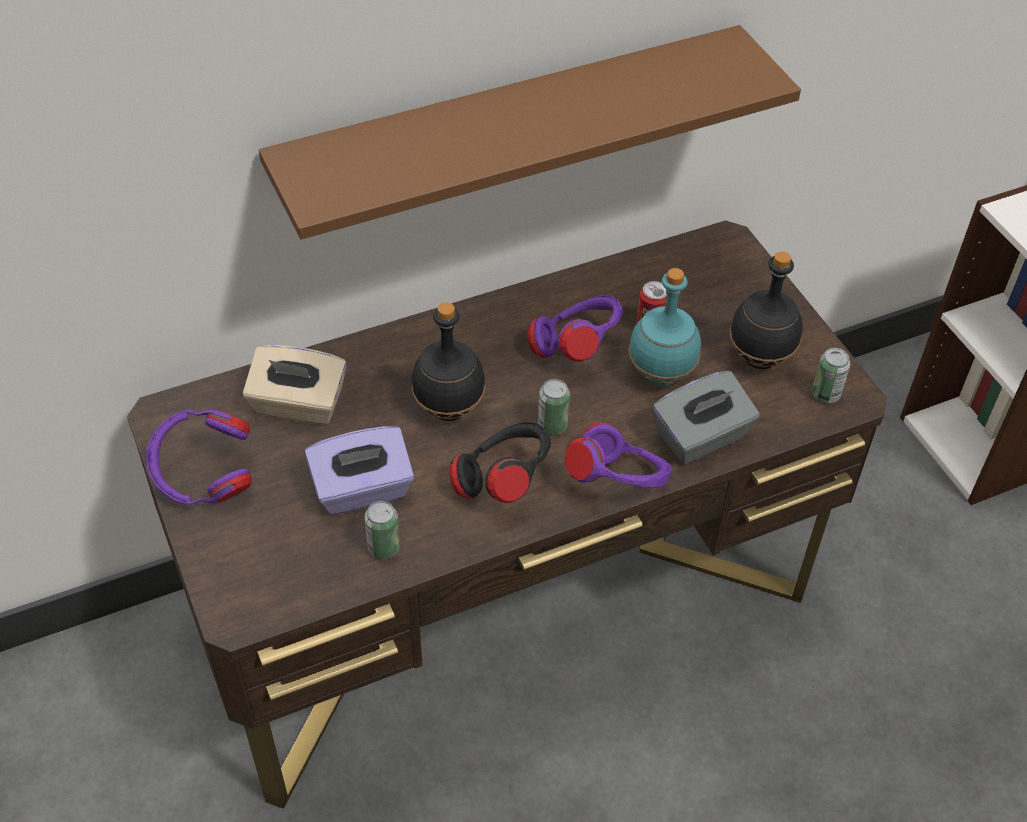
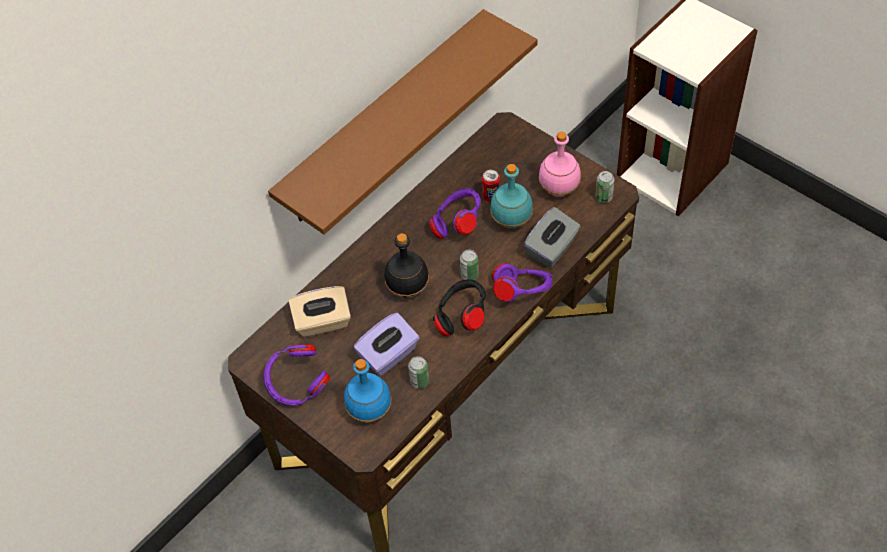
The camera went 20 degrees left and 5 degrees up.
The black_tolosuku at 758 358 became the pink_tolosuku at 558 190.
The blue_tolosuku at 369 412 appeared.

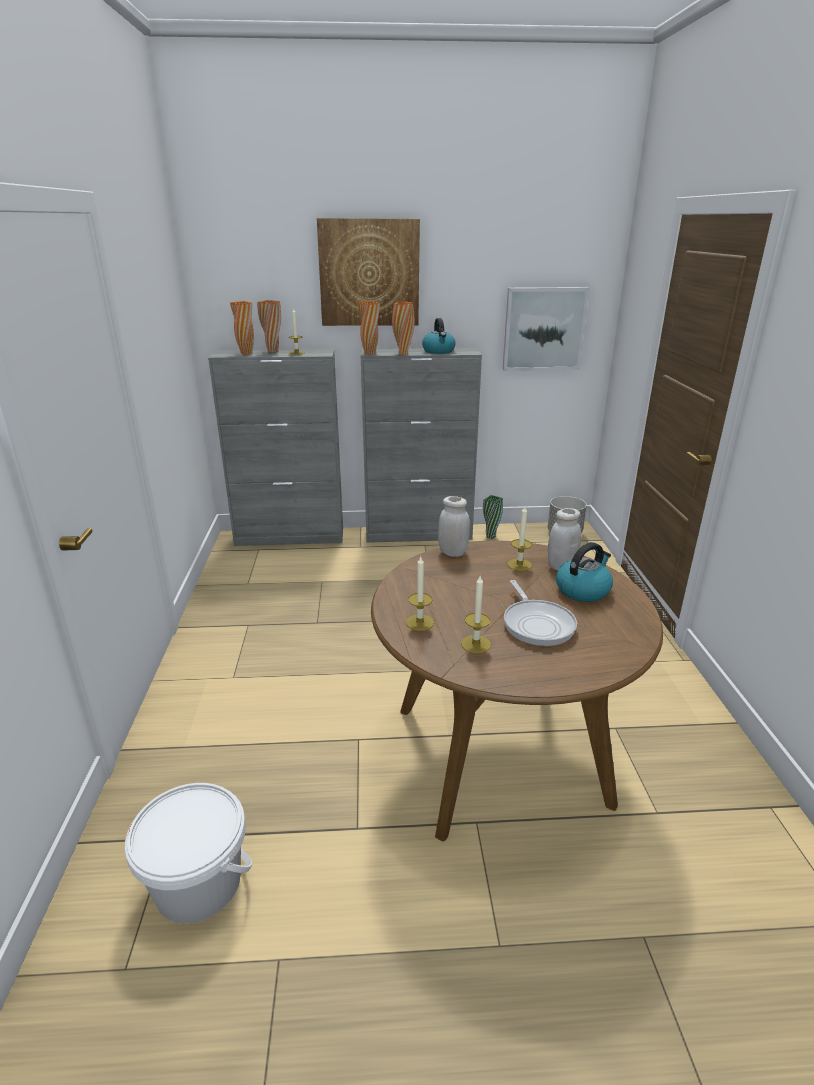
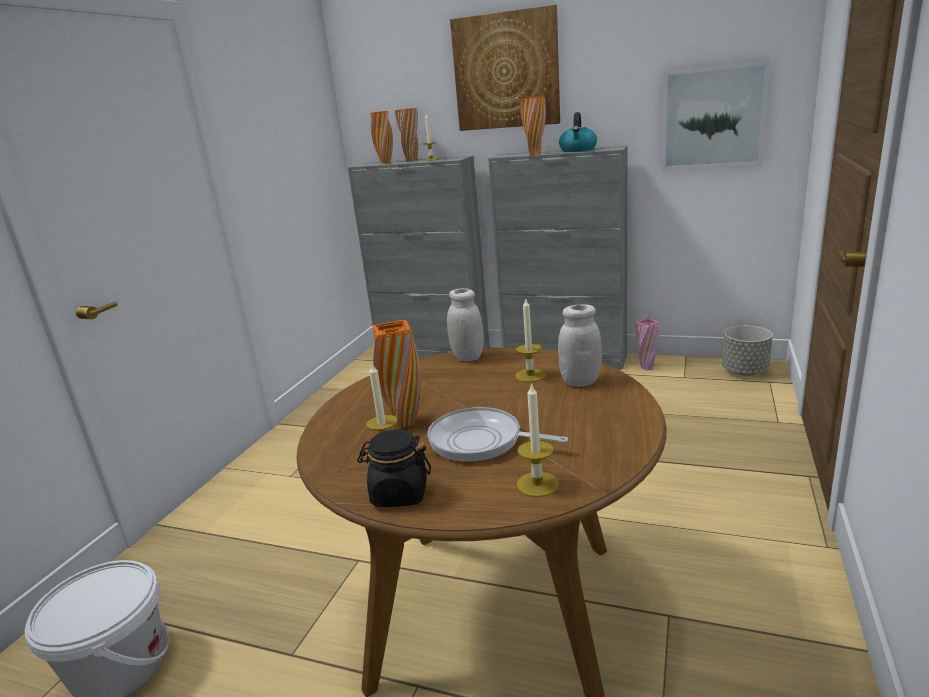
The camera went 25 degrees right and 5 degrees down.
The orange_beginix moved from 369 353 to 405 422.
The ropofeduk moved from 419 622 to 537 484.
The green_beginix at 490 537 became the pink_beginix at 646 368.
The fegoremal at 537 624 turned 105 degrees clockwise.
The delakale at 583 590 disappeared.
The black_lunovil at 399 494 appeared.

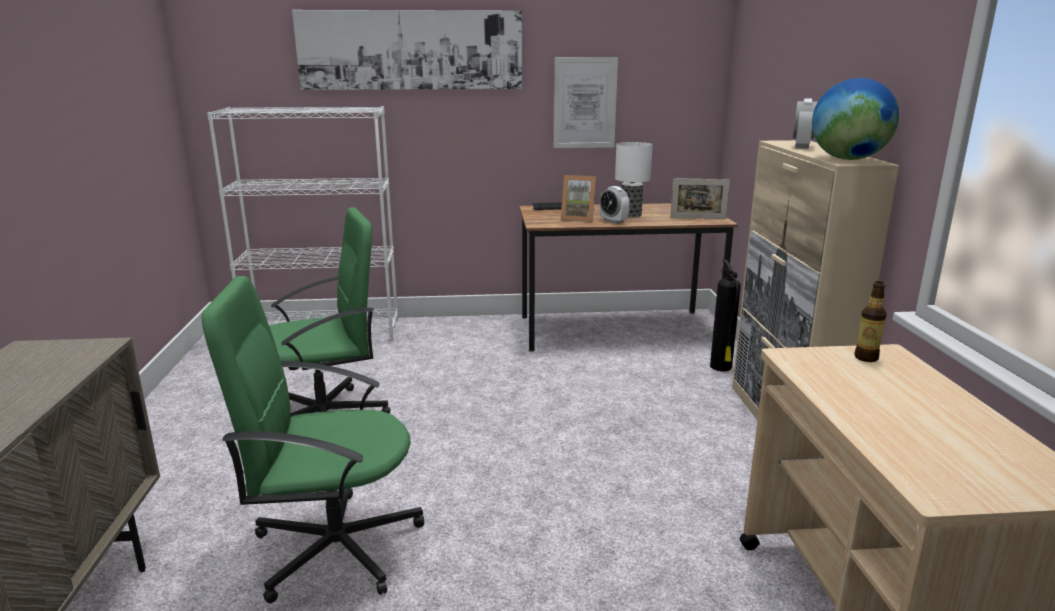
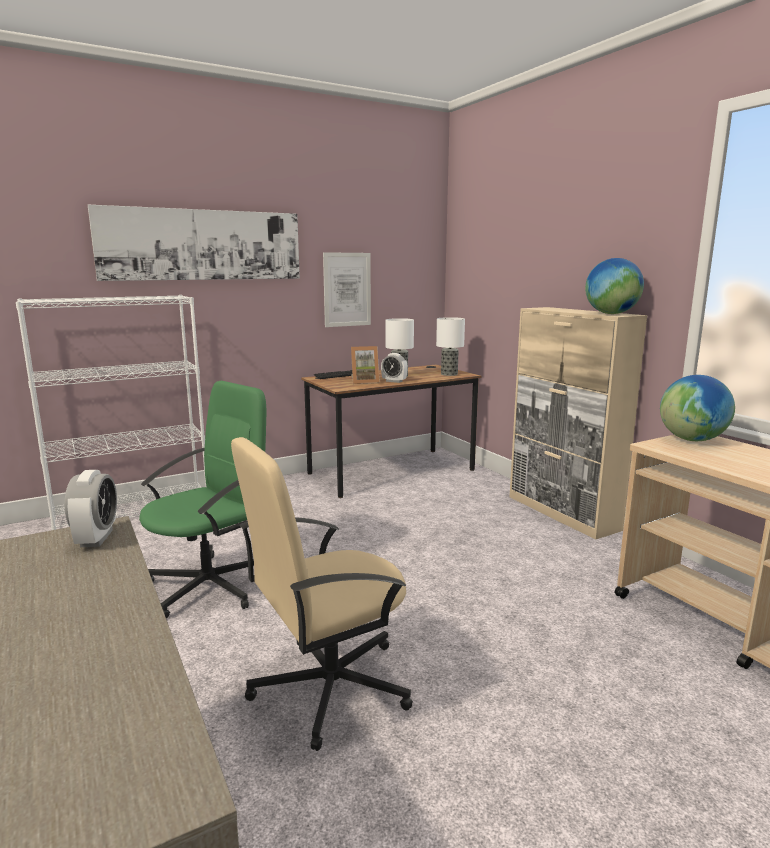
The camera went 25 degrees left and 5 degrees down.
The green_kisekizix at 334 547 became the beige_kisekizix at 328 686.
The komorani at 698 218 was replaced by the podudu at 449 374.
The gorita at 721 367 disappeared.
The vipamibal moved from 801 146 to 96 538.
The tolosuku at 866 358 was replaced by the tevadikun at 692 440.

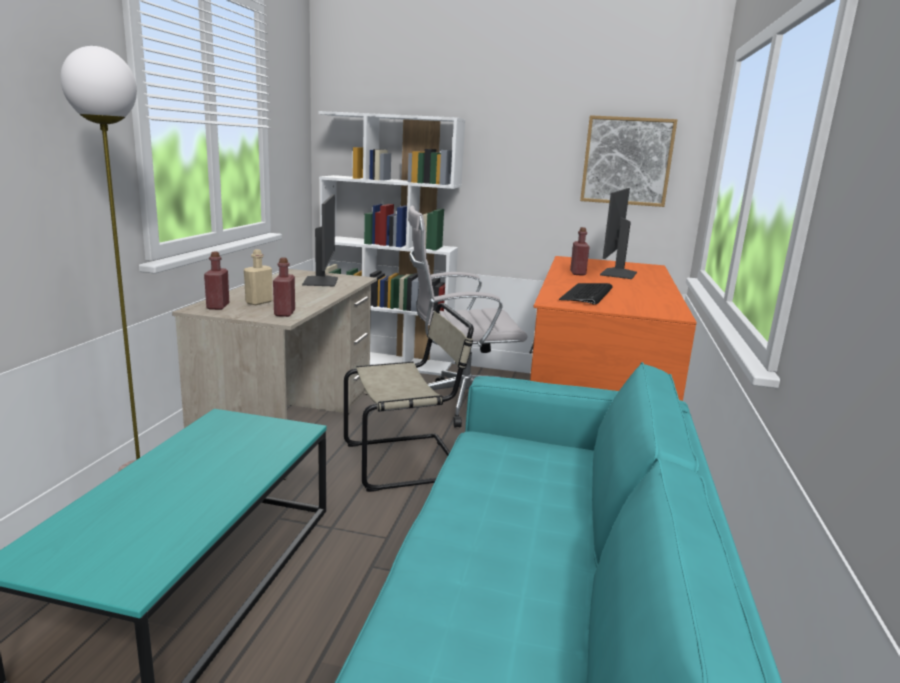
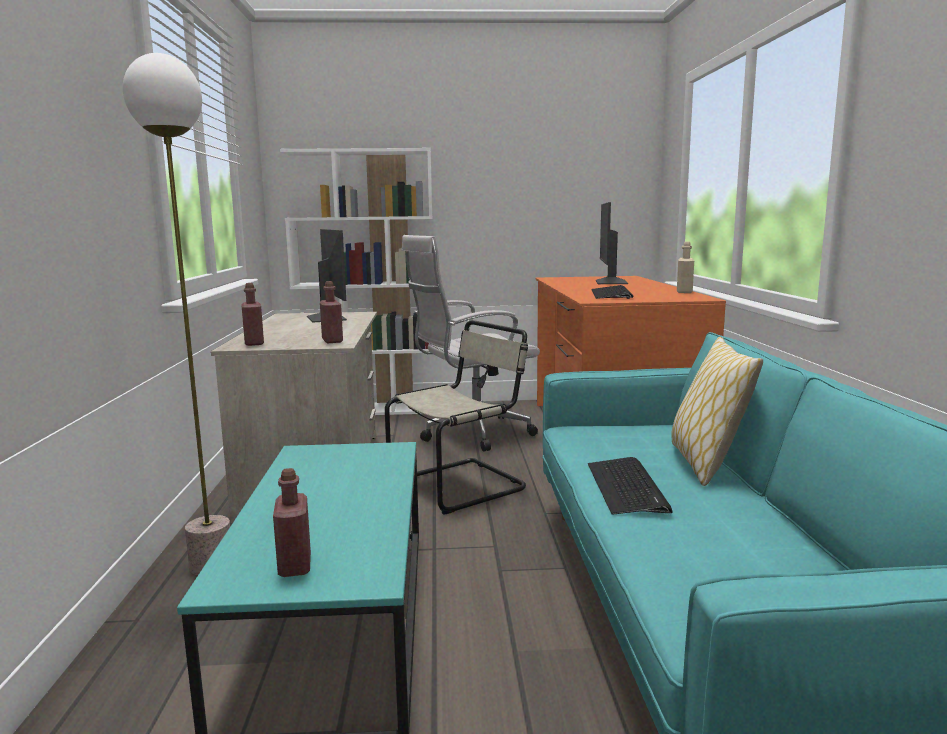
The camera went 15 degrees left and 5 degrees down.
The beige_tolosuku moved from 259 302 to 684 292.
The red_tolosuku moved from 577 273 to 295 566.
The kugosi at 627 161 disappeared.
The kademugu at 627 487 appeared.
The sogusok at 706 464 appeared.

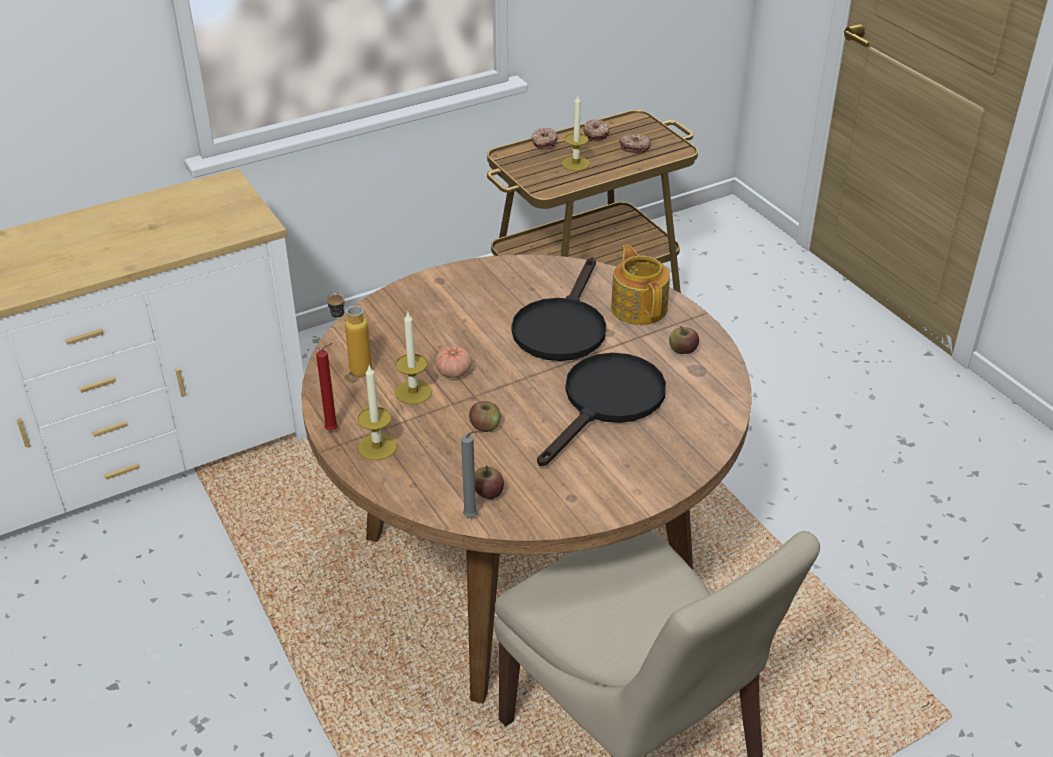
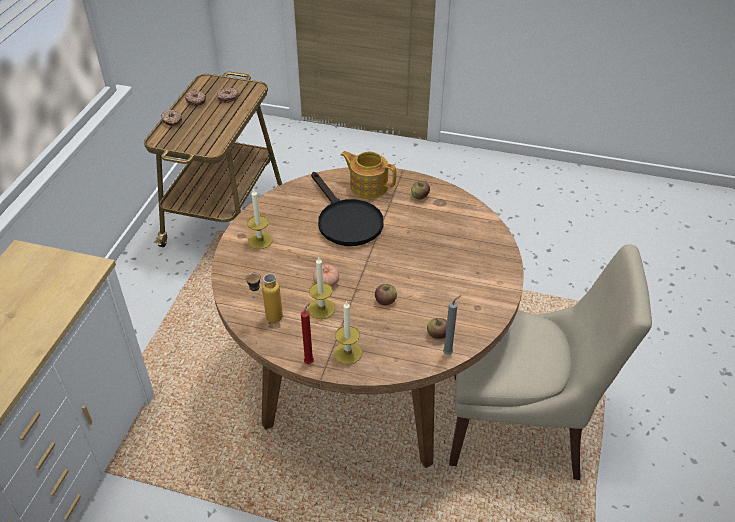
The camera went 45 degrees left and 5 degrees up.
The black_fegoremal at 607 403 disappeared.
The ropofeduk moved from 575 163 to 260 240.

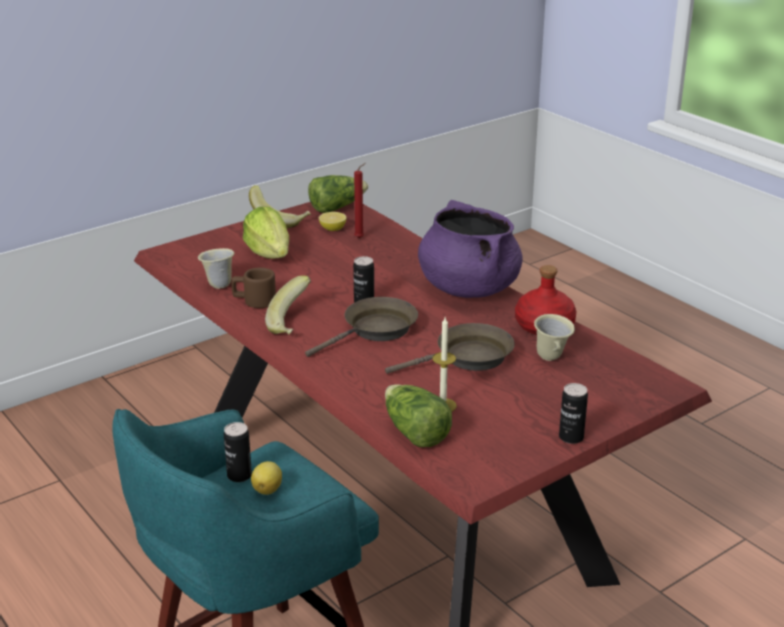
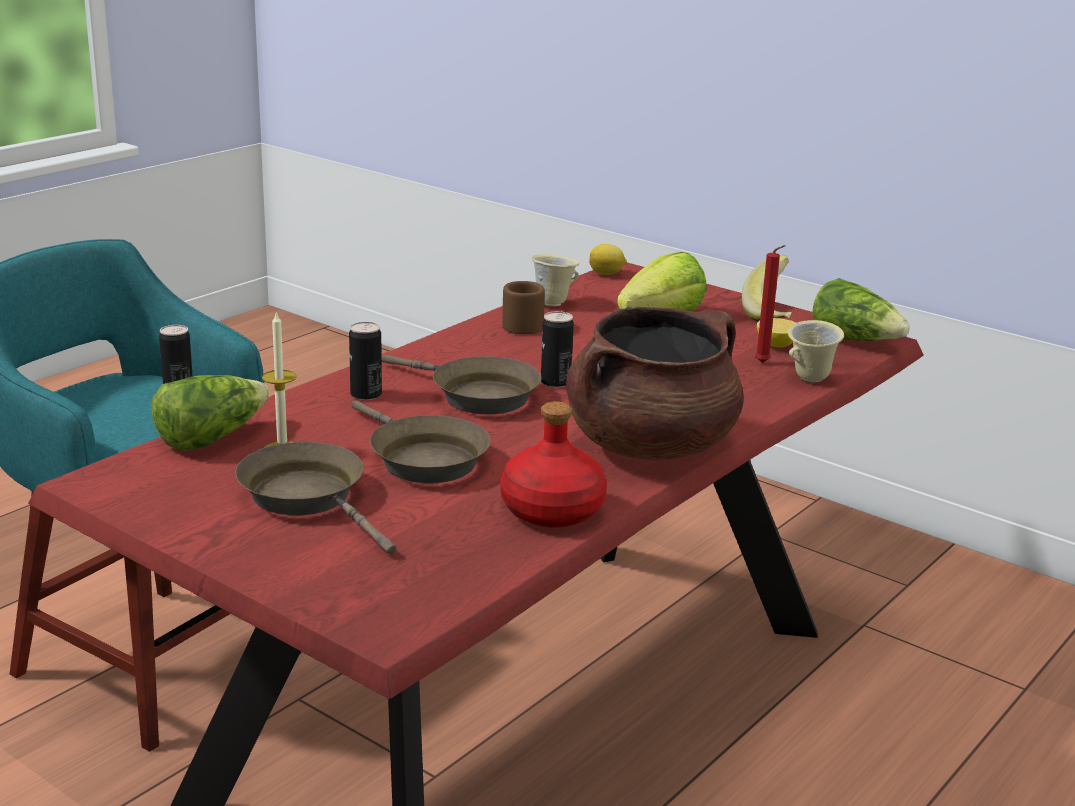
The camera went 75 degrees right and 5 degrees down.
The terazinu moved from 268 489 to 607 274.
The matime at 293 324 disappeared.
The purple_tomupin at 468 288 became the brown_tomupin at 651 446.
The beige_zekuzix moved from 552 358 to 810 380.
The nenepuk moved from 571 437 to 366 394.
The brown_fegoremal at 309 498 appeared.

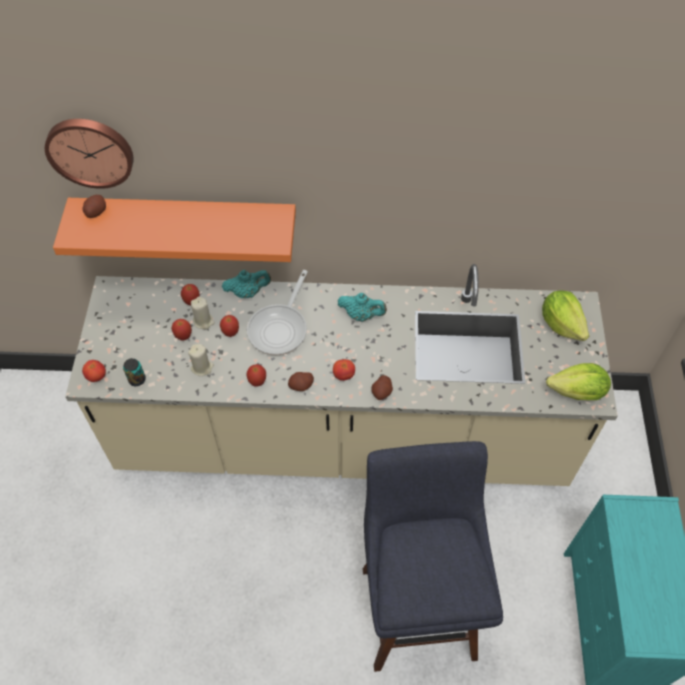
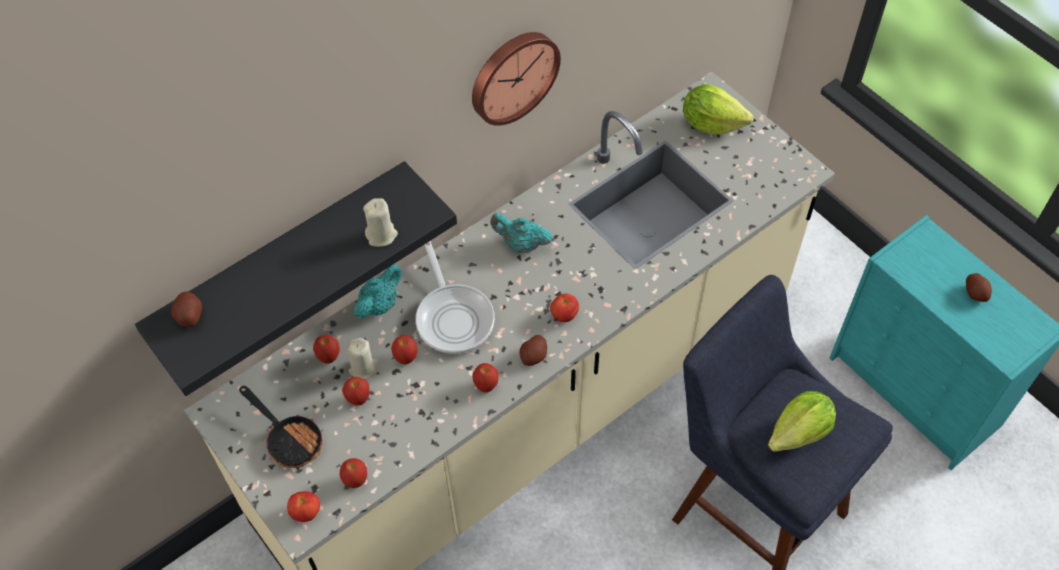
The camera went 40 degrees left and 0 degrees up.
The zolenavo moved from 90 151 to 512 75.
The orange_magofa at 185 220 became the black_magofa at 282 262.
The nenepuk at 137 379 was replaced by the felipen at 356 480.
The beige_ropofeduk moved from 202 367 to 381 235.
The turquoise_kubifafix at 361 315 turned 135 degrees counterclockwise.
The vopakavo moved from 382 392 to 975 293.
The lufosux moved from 577 392 to 799 433.
The fegoremal at 290 439 appeared.

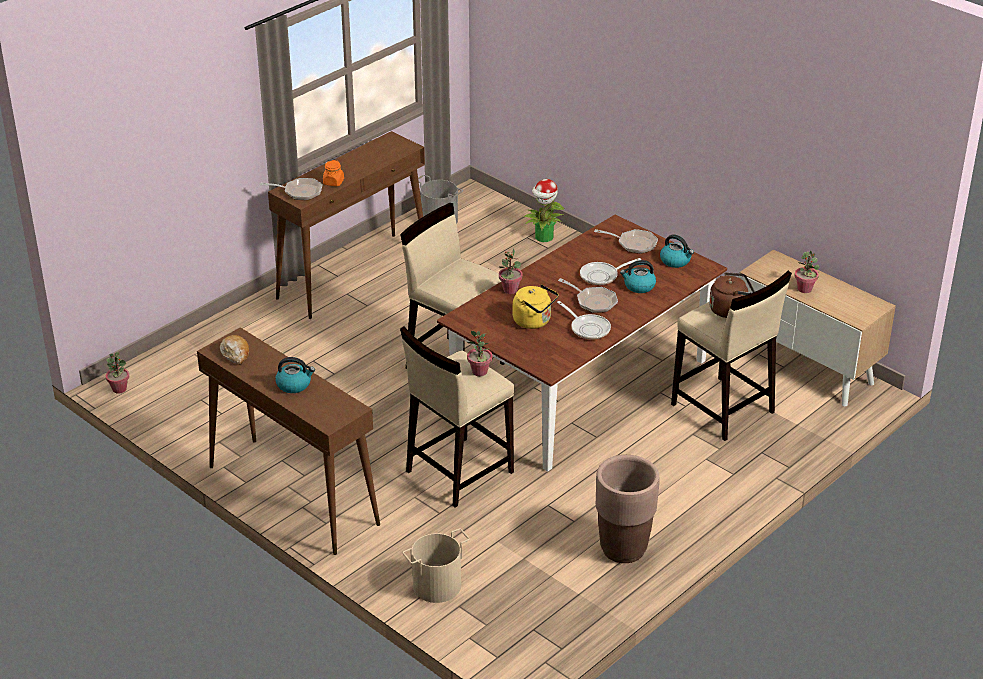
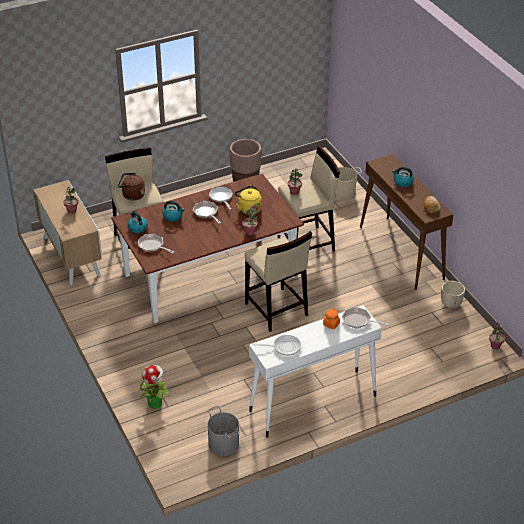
The camera went 160 degrees left and 5 degrees up.
The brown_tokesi at 354 275 became the white_tokesi at 312 403.
The fegoremal moved from 602 276 to 284 347.
The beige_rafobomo at 451 304 appeared.

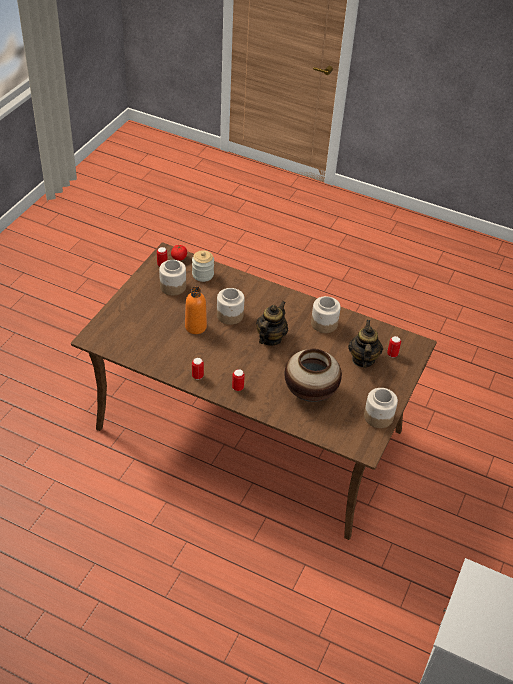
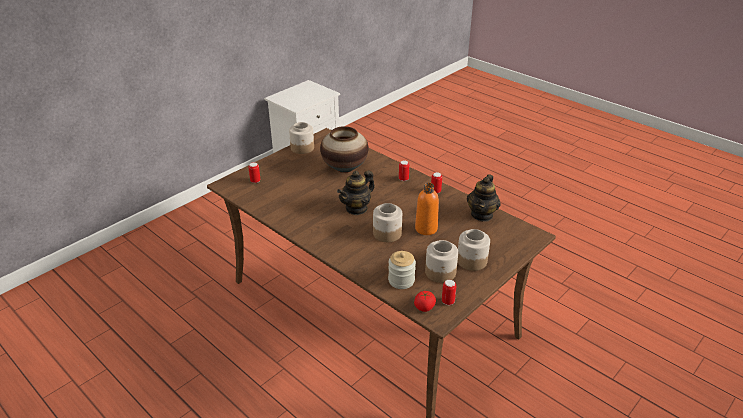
The camera went 160 degrees left and 10 degrees down.
The lunovil moved from 324 323 to 471 261.
The kubifafix moved from 362 359 to 482 214.

